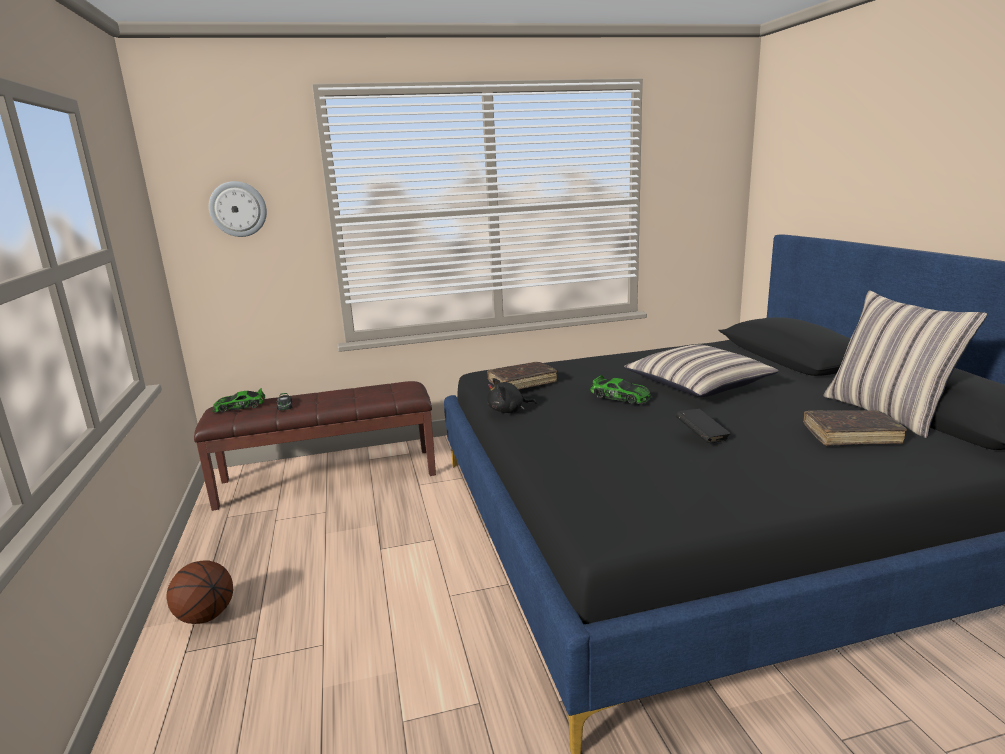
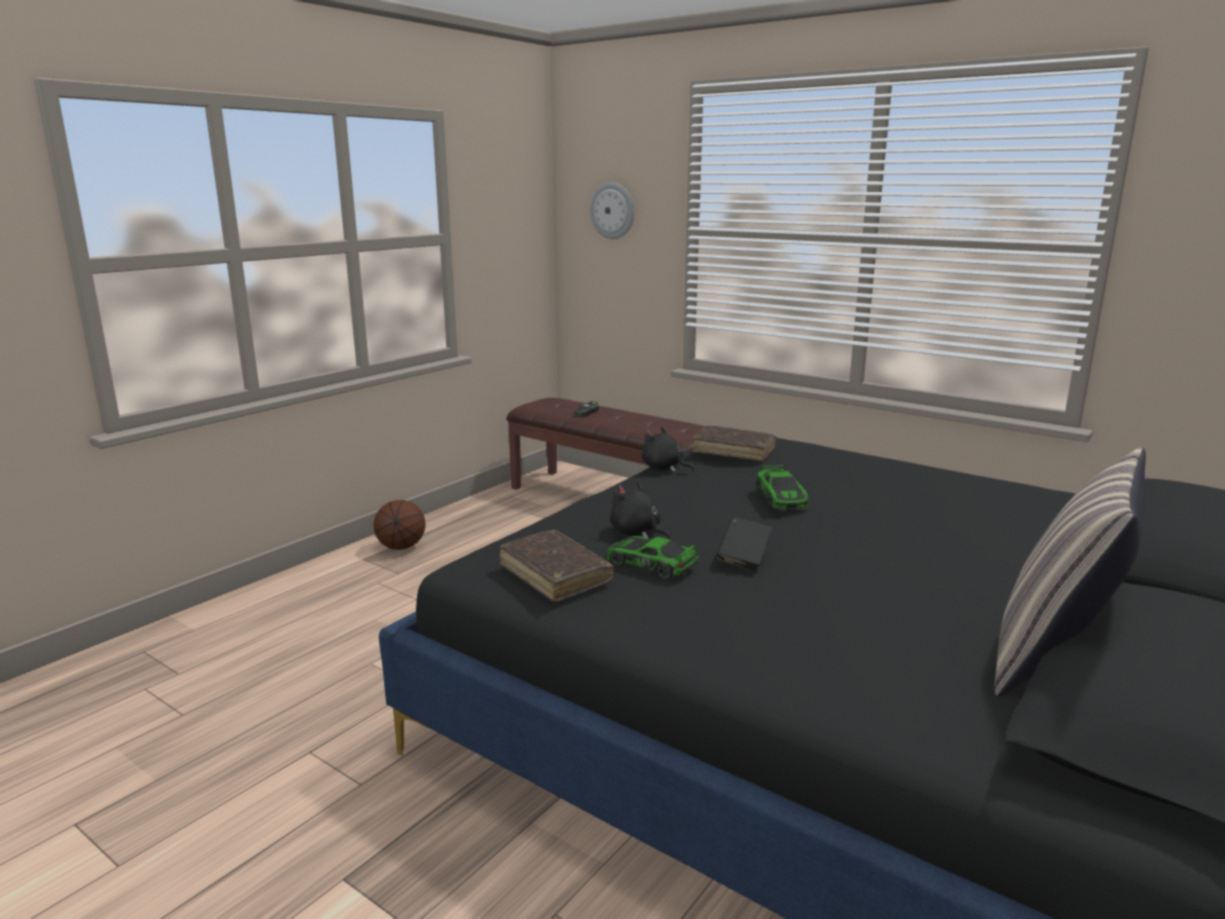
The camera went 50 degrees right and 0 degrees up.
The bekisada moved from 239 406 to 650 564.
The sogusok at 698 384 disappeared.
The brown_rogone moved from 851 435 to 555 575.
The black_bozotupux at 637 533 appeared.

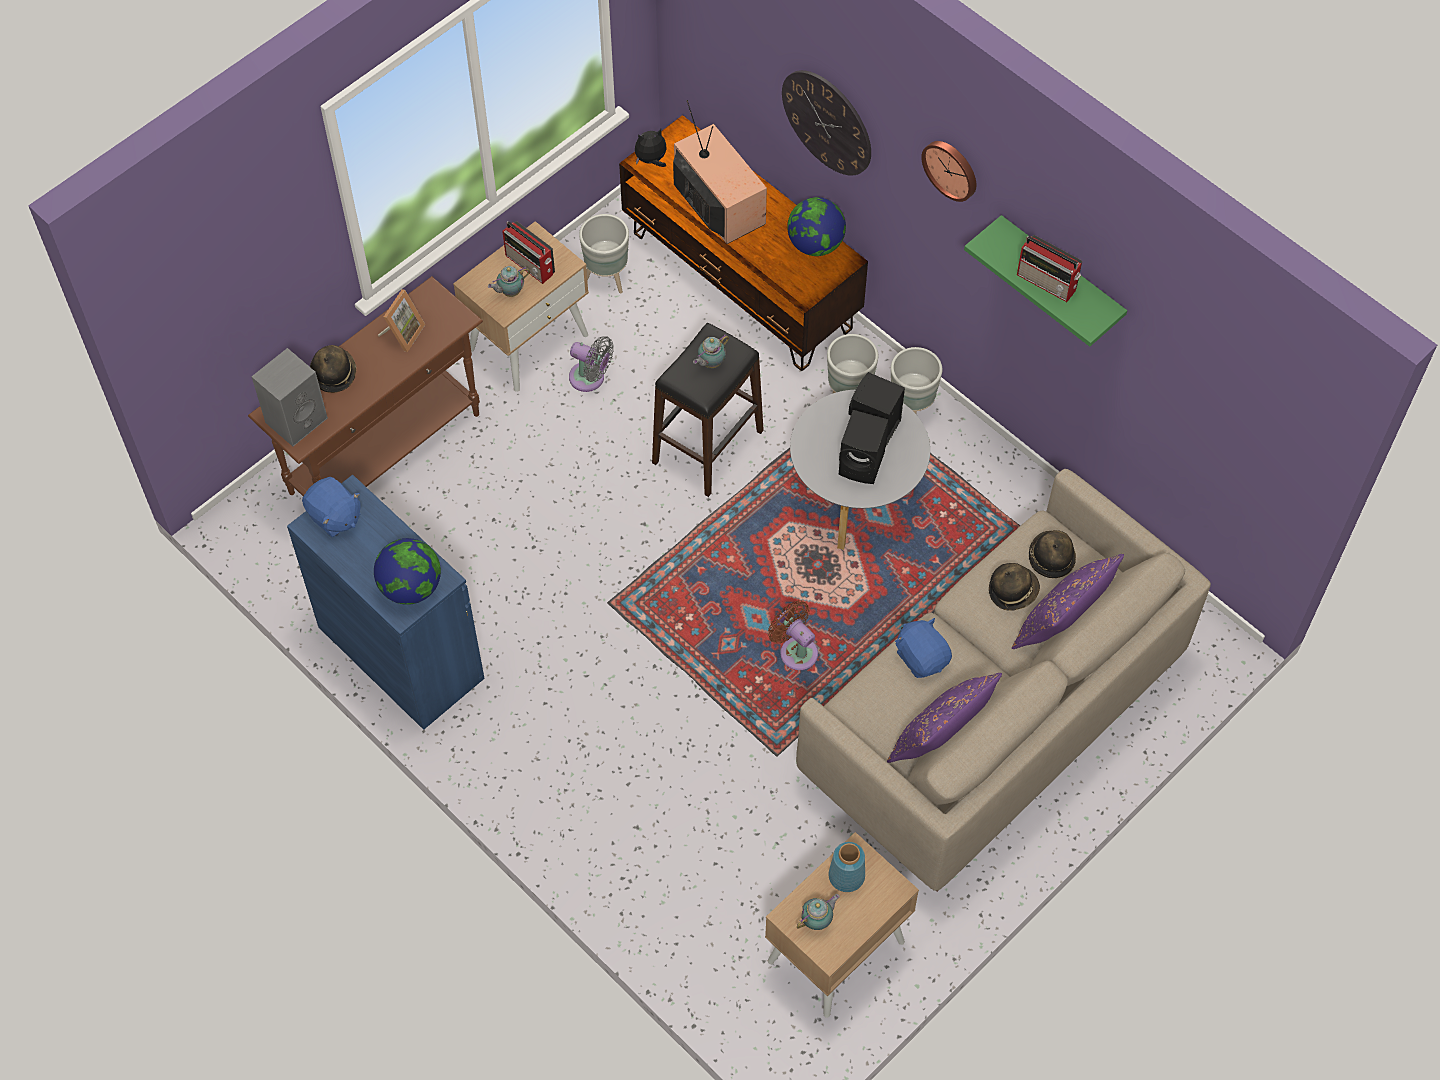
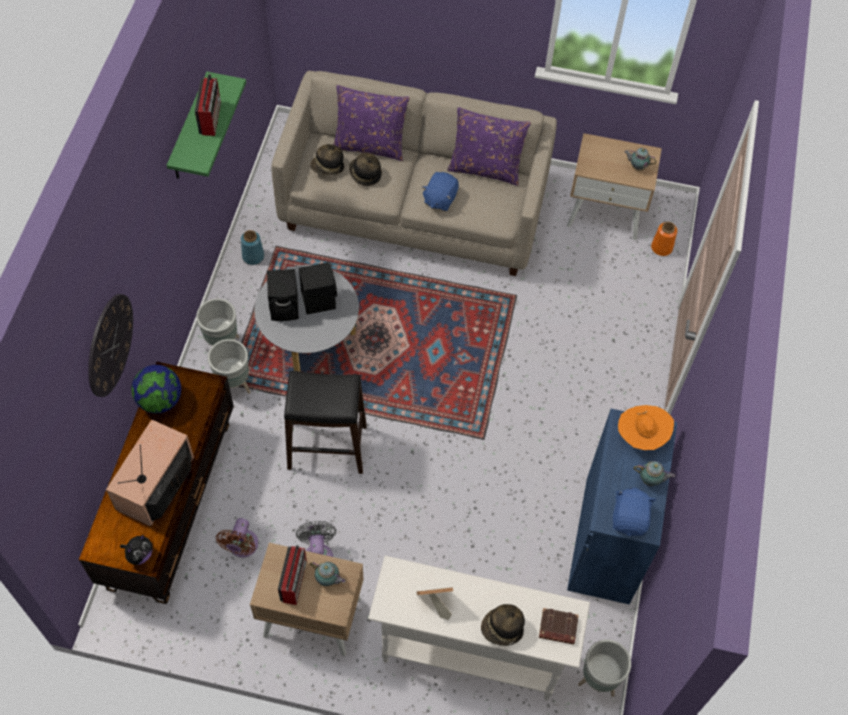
The camera went 125 degrees left and 0 degrees up.
The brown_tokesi at 386 453 became the white_tokesi at 470 653.
The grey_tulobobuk at 296 419 was replaced by the brown_rogone at 557 628.
The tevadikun at 411 587 was replaced by the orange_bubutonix at 641 436.
The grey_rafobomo moved from 608 278 to 597 680.
The bozotupux at 651 160 turned 90 degrees counterclockwise.
The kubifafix moved from 710 363 to 650 480.
The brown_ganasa moved from 795 650 to 242 547.
The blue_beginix moved from 846 876 to 253 256.
The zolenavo at 951 169 disappeared.
The orange_beginix at 662 248 appeared.

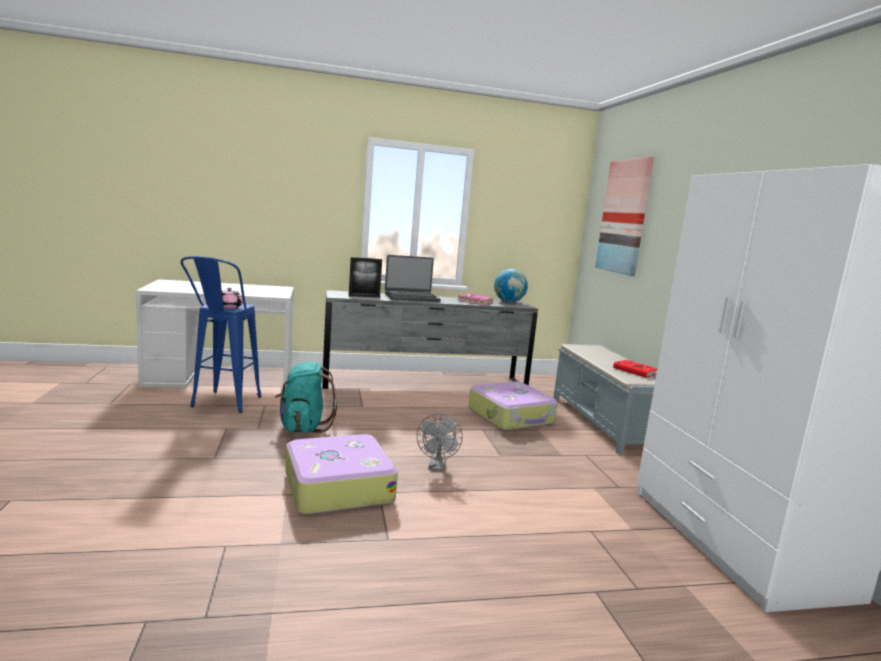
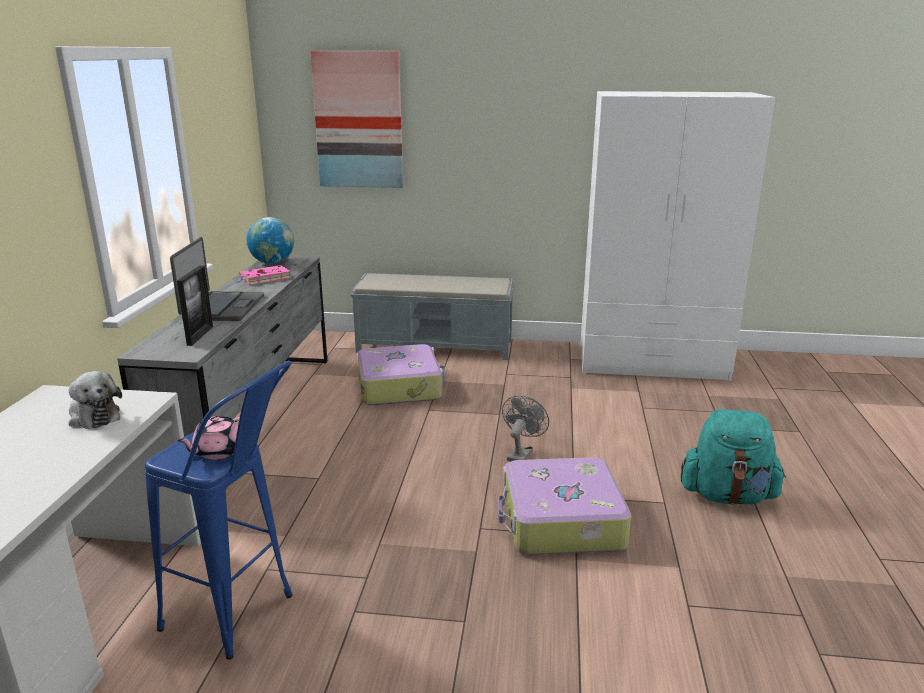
The camera went 70 degrees left and 10 degrees up.
The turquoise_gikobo moved from 303 427 to 727 495.
The grey_ganasa at 437 467 turned 90 degrees counterclockwise.
The red_rogone at 636 372 disappeared.
The bozotupux at 93 416 appeared.

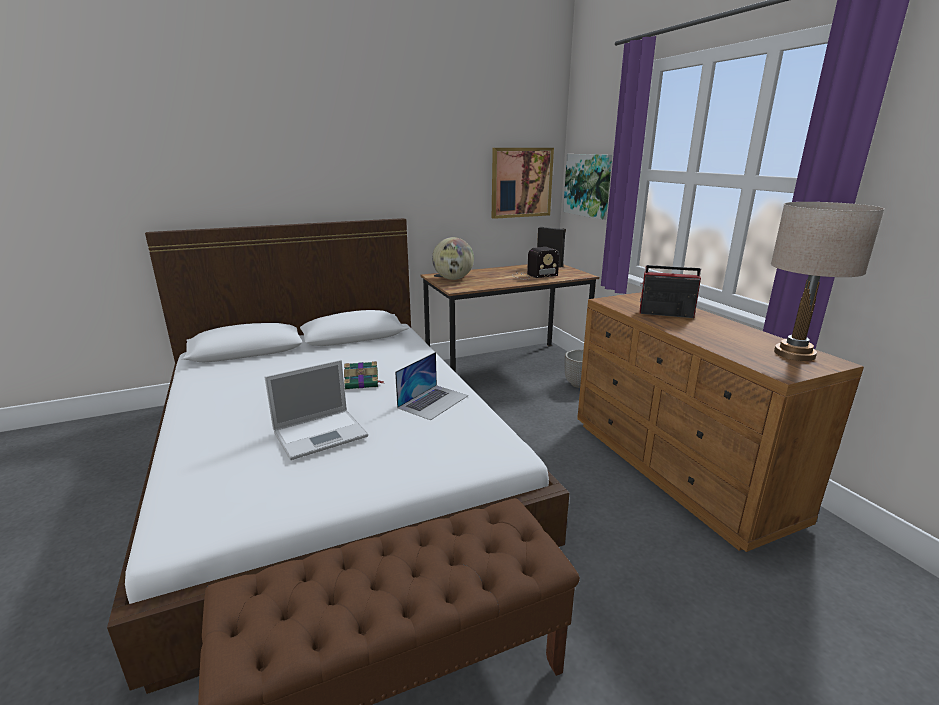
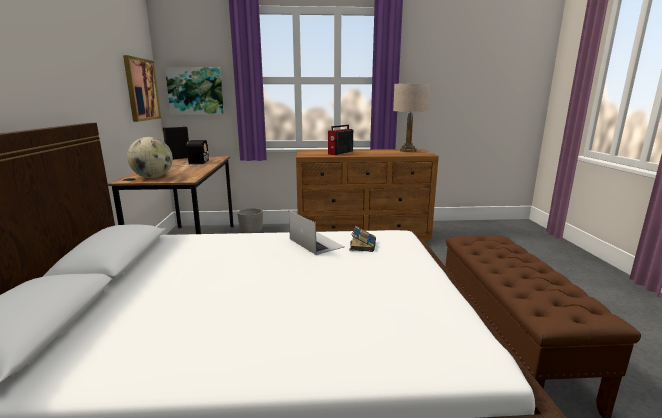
The camera went 70 degrees left and 5 degrees down.
The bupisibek at 322 433 disappeared.
The rogone moved from 362 383 to 363 245.

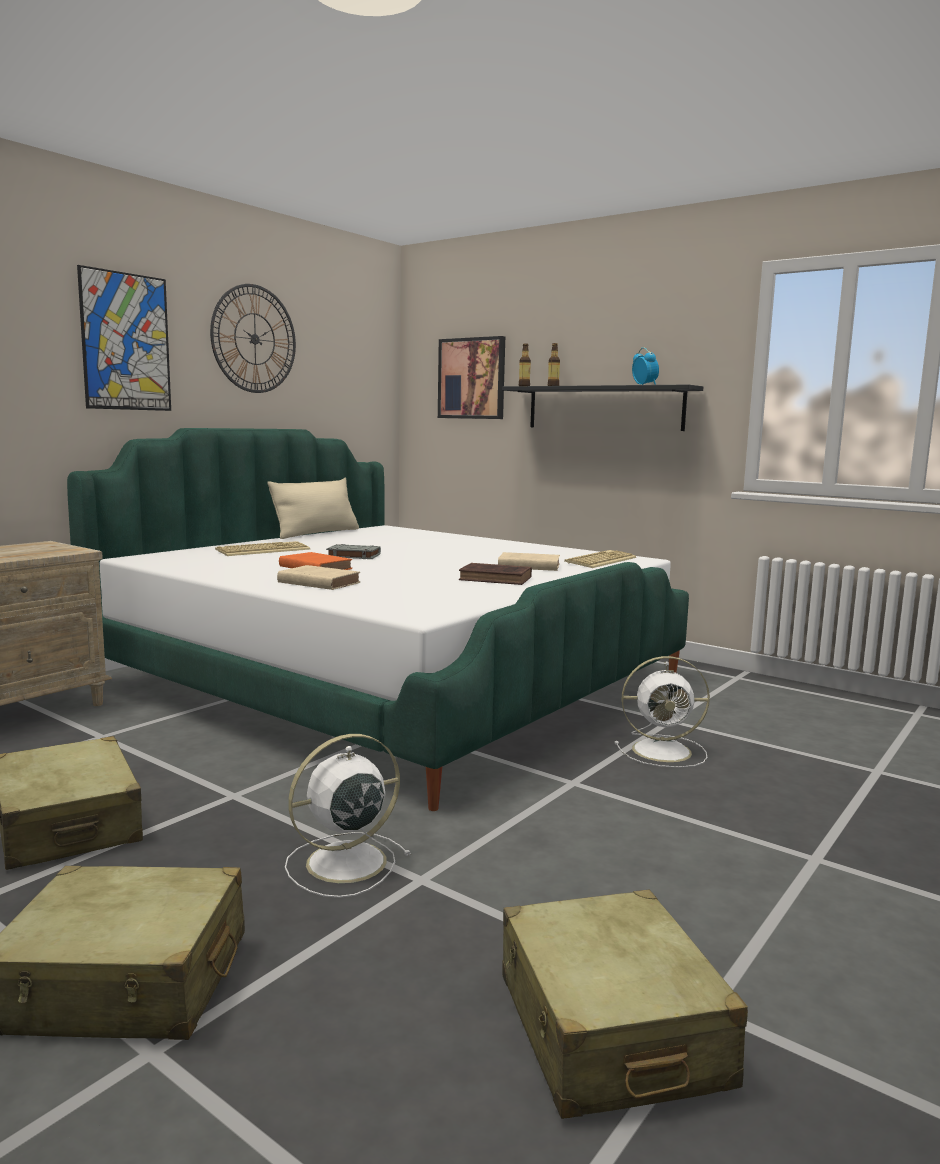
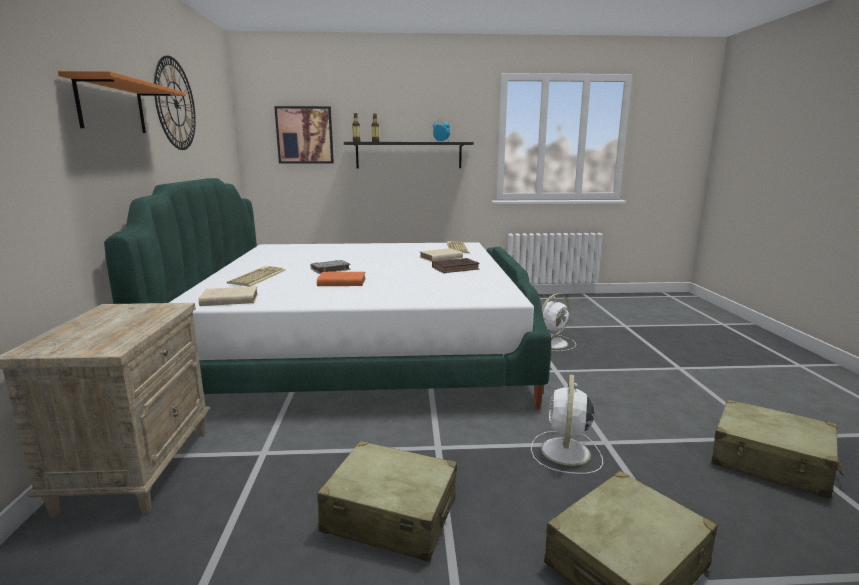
The camera went 40 degrees left and 5 degrees up.
The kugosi at 126 342 was replaced by the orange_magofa at 112 107.
The beige_sogusok at 316 533 disappeared.
The beige_rogone moved from 317 582 to 228 300.

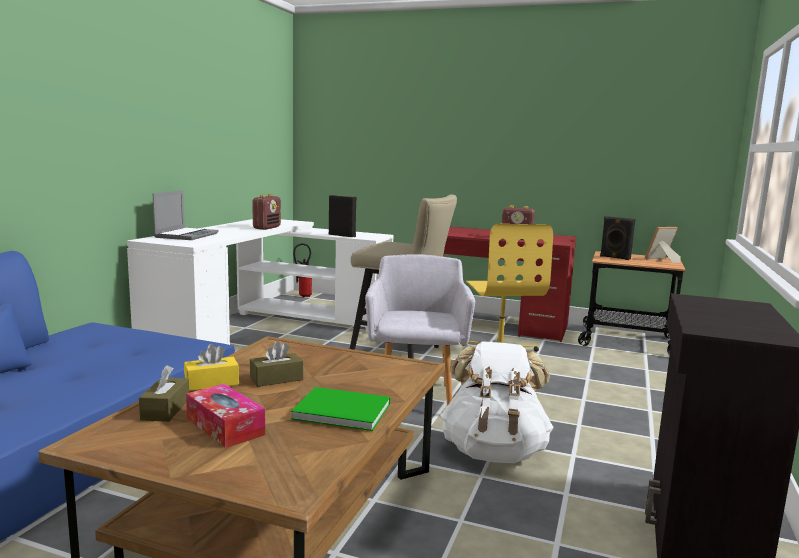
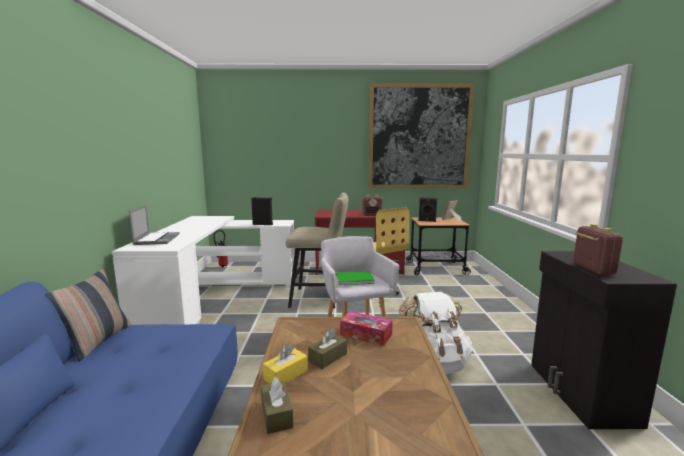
The camera went 20 degrees left and 0 degrees up.
The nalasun moved from 225 426 to 366 335.
The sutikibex moved from 267 228 to 593 269.
The green_rogone moved from 340 410 to 353 279.
The sogusok at 97 341 appeared.
The kugosi at 418 137 appeared.

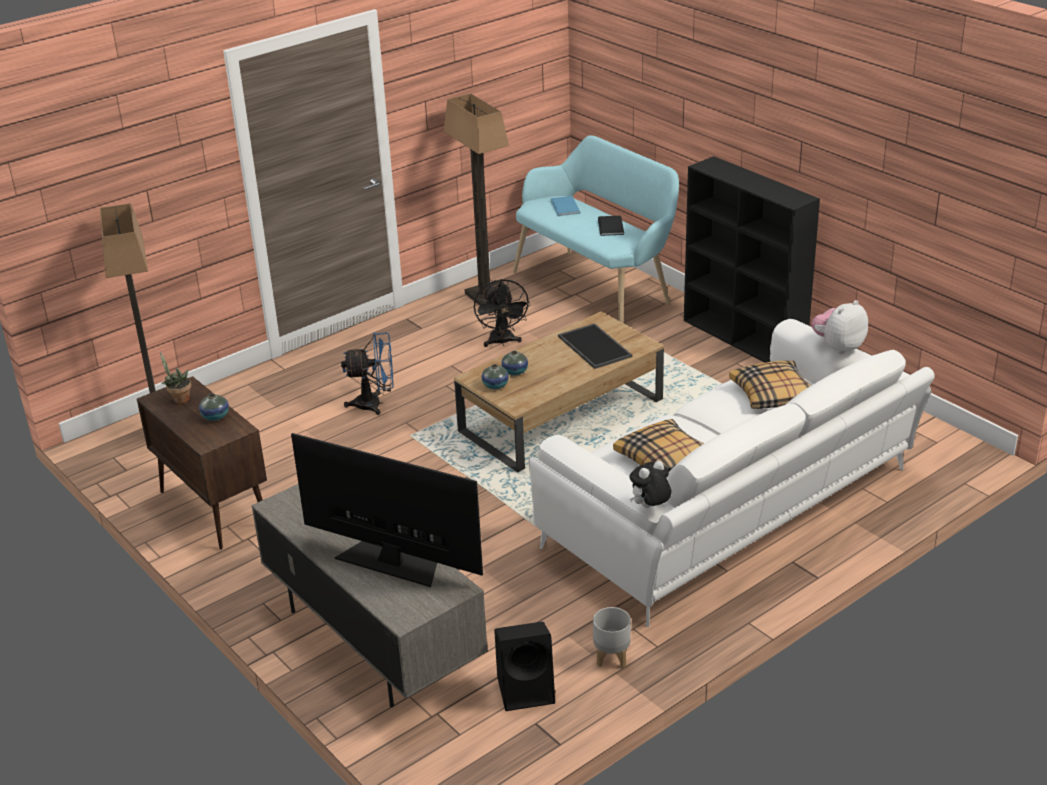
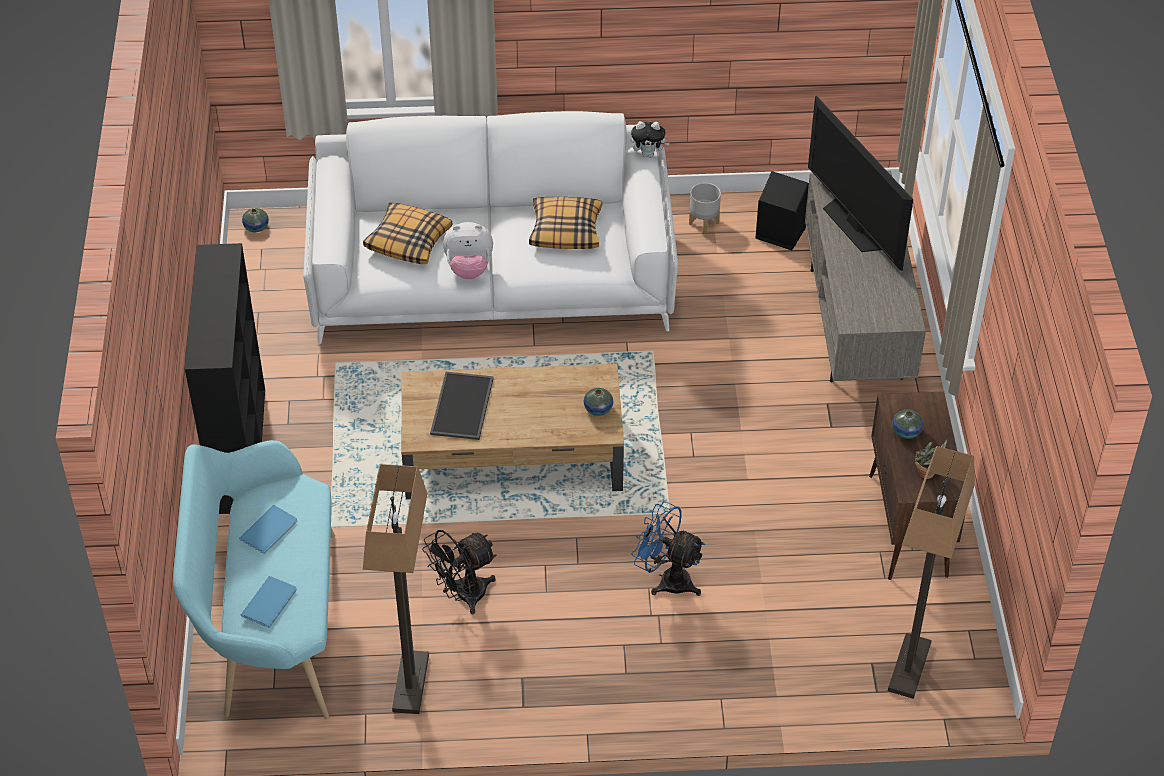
The camera went 145 degrees left and 15 degrees up.
The black_ganasa at 502 342 turned 150 degrees counterclockwise.
The beginix moved from 515 372 to 256 227.
The black_rogone at 609 227 became the blue_rogone at 270 530.
The bozotupux moved from 838 347 to 469 269.

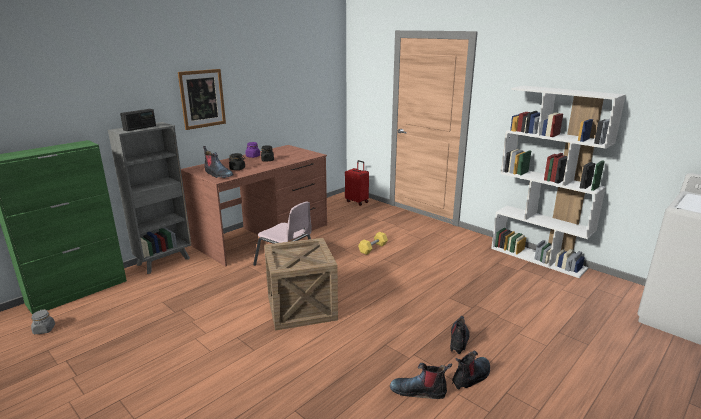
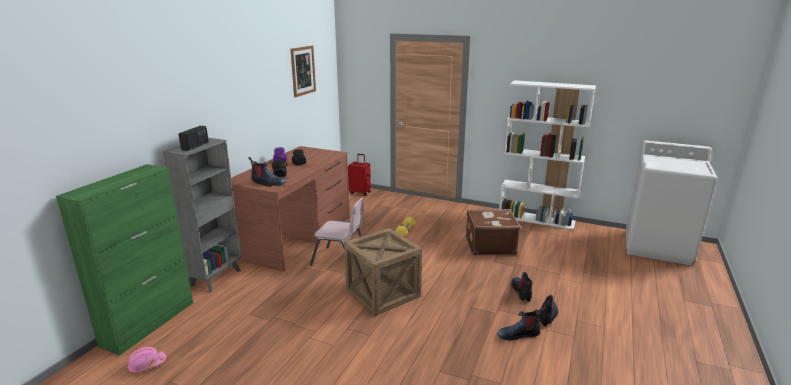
The camera went 20 degrees left and 0 degrees up.
The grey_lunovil at 44 330 was replaced by the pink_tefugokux at 147 365.
The kugosi moved from 202 99 to 303 70.
The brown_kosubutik at 489 245 appeared.

